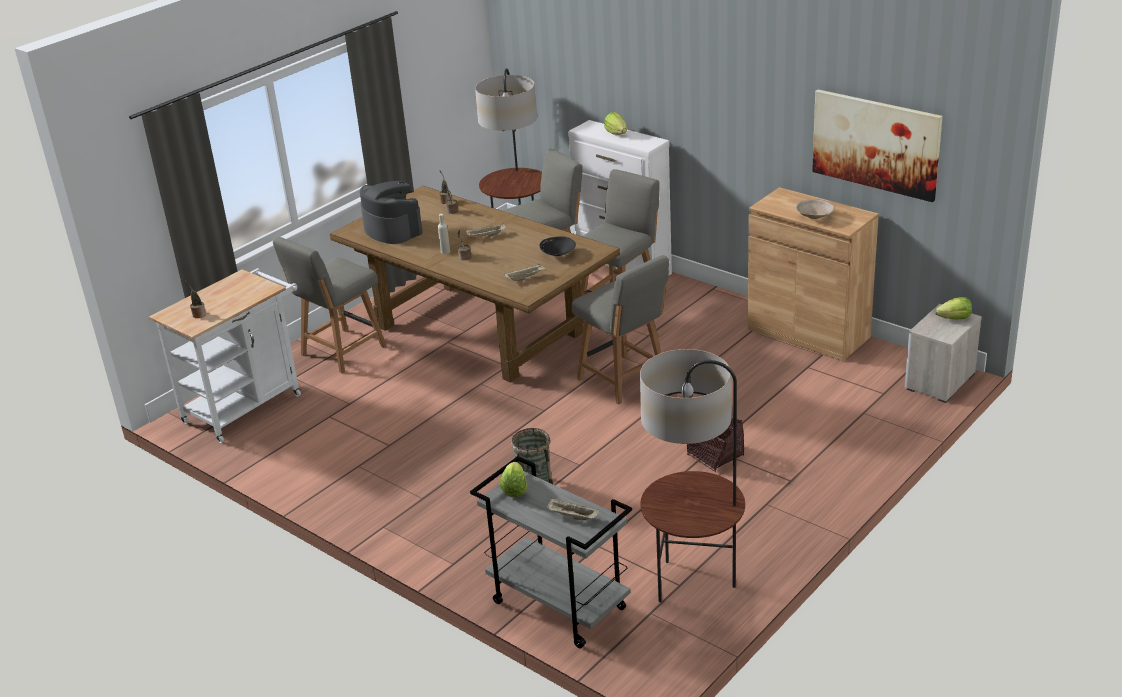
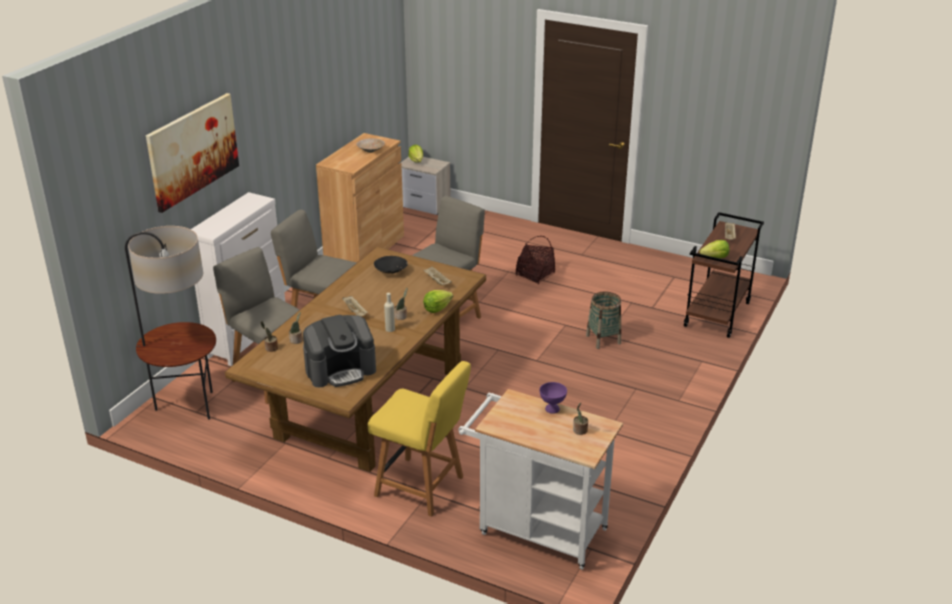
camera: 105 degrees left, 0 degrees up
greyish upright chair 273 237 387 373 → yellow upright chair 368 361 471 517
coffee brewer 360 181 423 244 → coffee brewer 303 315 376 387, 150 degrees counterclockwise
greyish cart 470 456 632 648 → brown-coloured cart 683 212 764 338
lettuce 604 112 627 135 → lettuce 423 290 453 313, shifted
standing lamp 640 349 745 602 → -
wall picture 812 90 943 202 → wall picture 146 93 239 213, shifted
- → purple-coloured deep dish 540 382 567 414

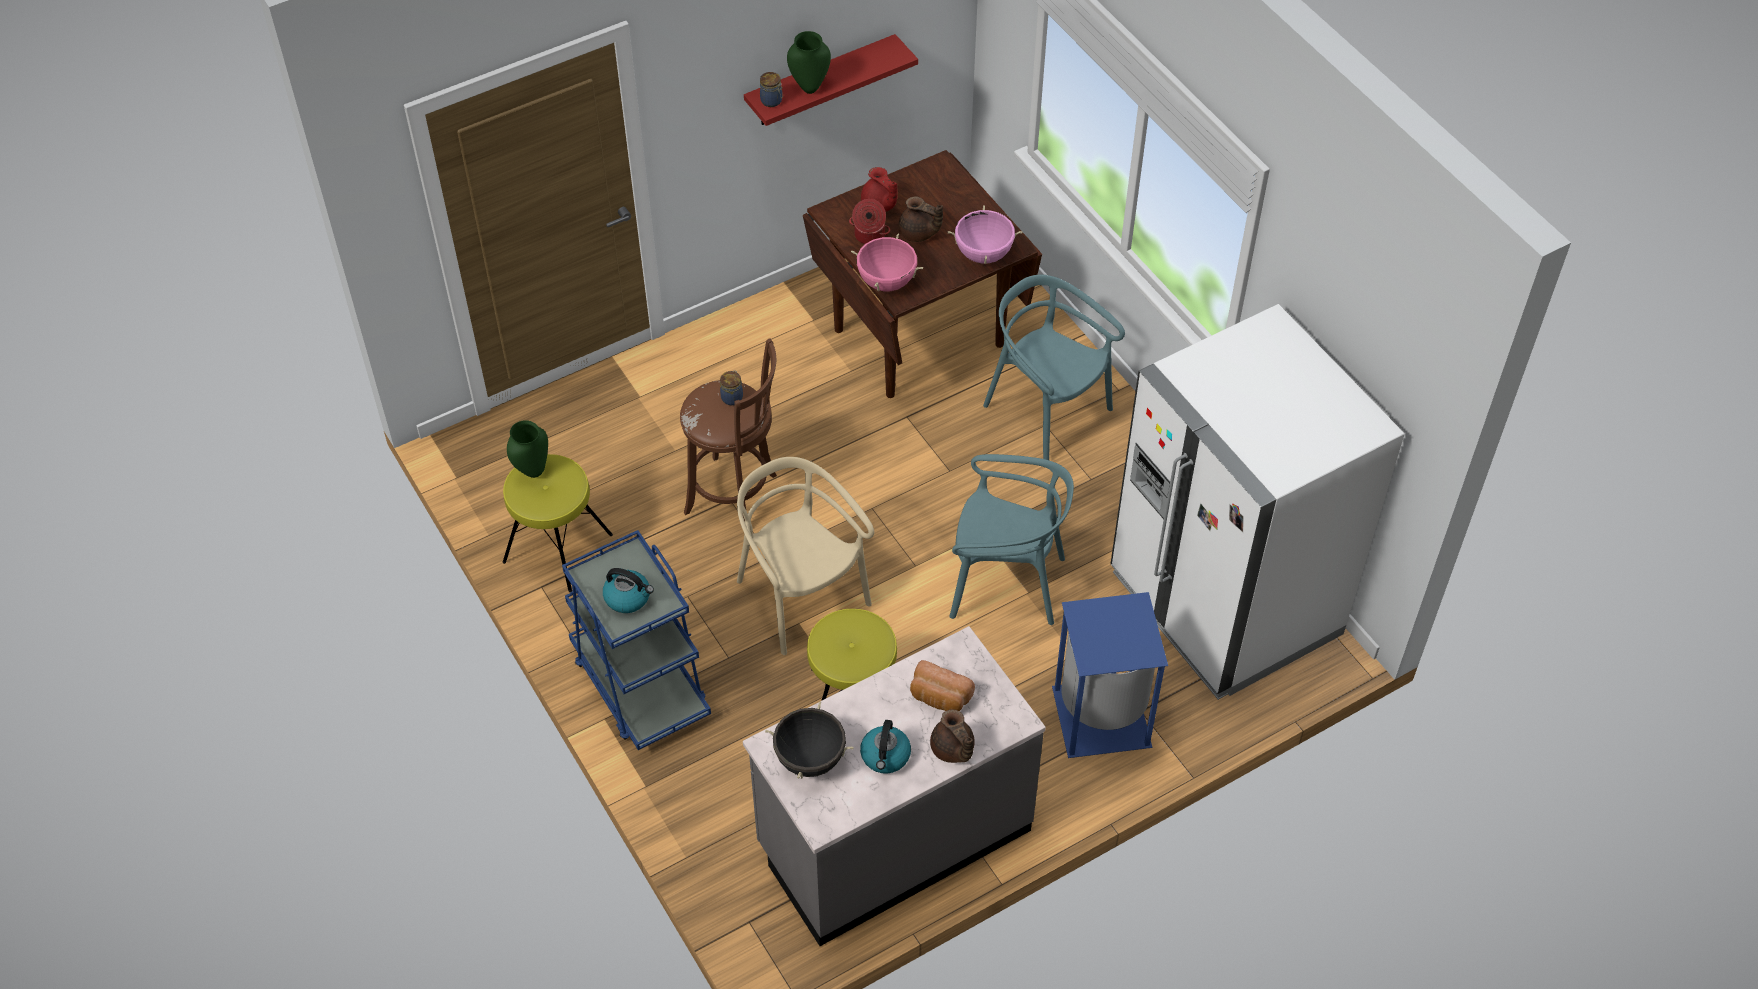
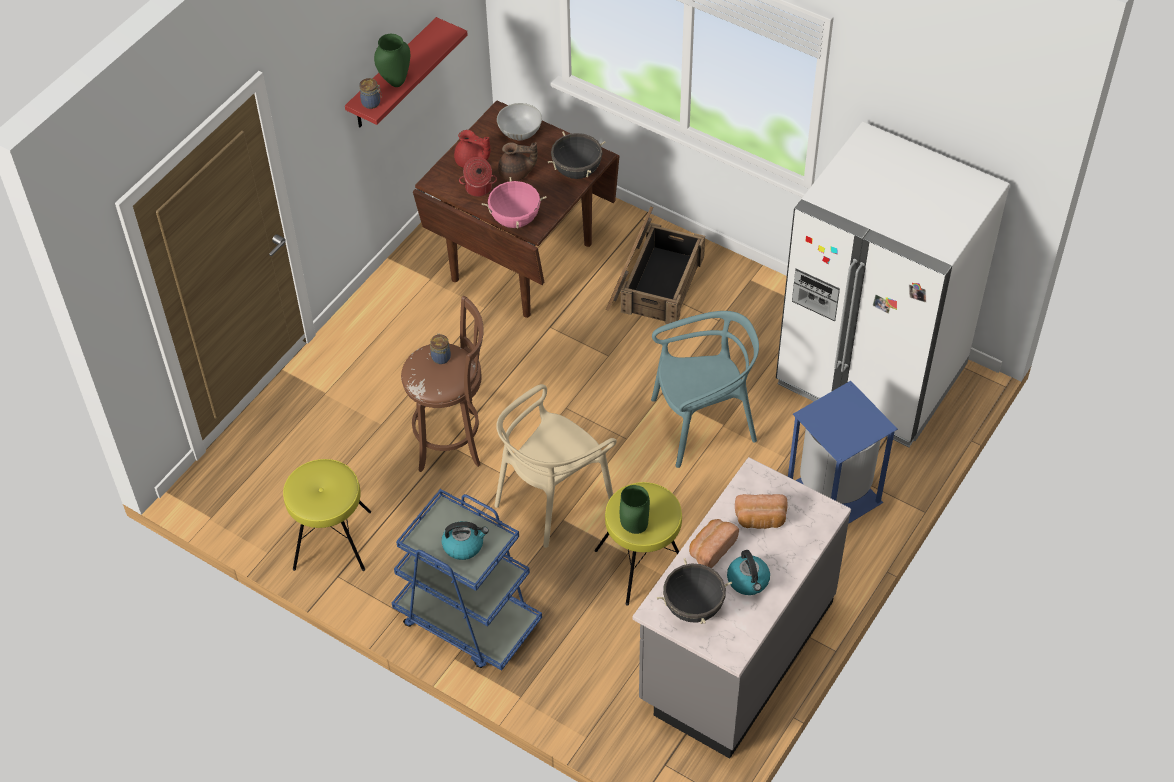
camera: 25 degrees left, 0 degrees up
greenish decorative vase 507 420 548 478 → greenish decorative vase 620 485 650 534, shifted
sand-coloured upright chair 737 457 874 655 → sand-coloured upright chair 494 384 617 548, 75 degrees counterclockwise
brown-coloured pot for tea 930 709 975 763 → -
pink stockpot 948 205 1022 264 → black-coloured stockpot 548 132 606 179
blue-green upright chair 983 275 1125 460 → crate 606 207 705 324
- → whitish deep dish 497 103 542 140
- → bread 689 519 739 568

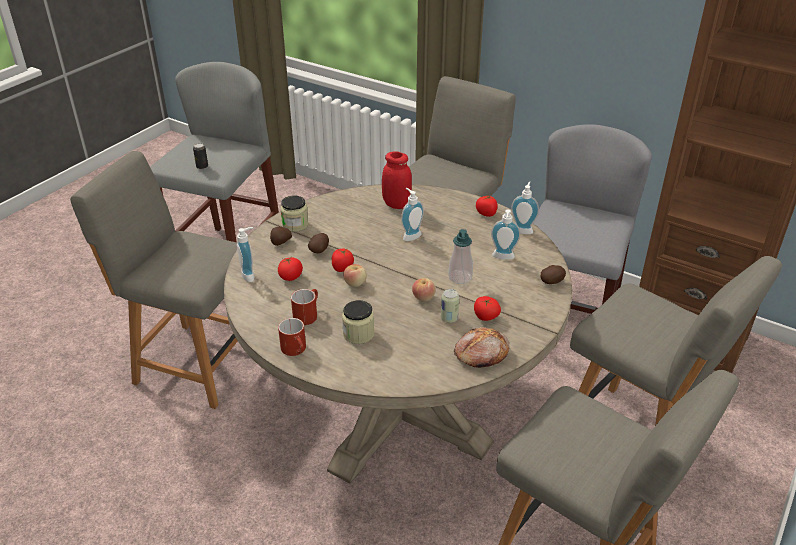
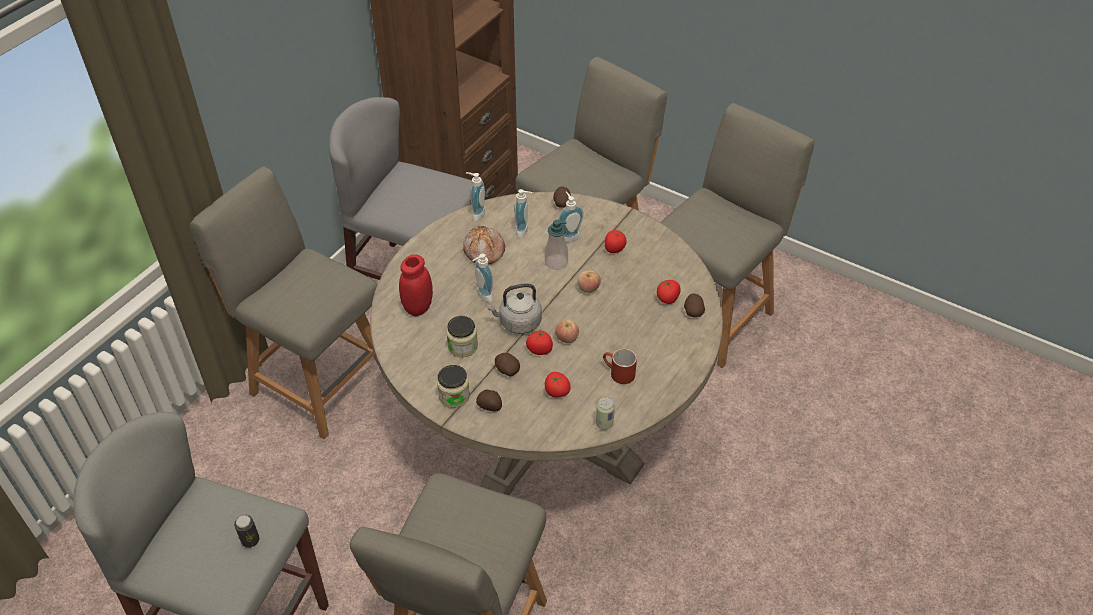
camera: 90 degrees left, 10 degrees up
liquid soap bottle 237 227 255 282 → liquid soap bottle 558 191 584 243, shifted
reddish mug 278 318 306 356 → -
preserve jar 342 300 374 344 → preserve jar 446 316 478 358, shifted
sealed can 441 289 459 323 → sealed can 596 397 615 430, shifted
bread 454 327 509 368 → bread 463 226 505 265, shifted
tomato 476 195 498 217 → tomato 657 279 681 304, shifted
- → greyish kettle 486 283 542 334
- → potato 684 293 705 317

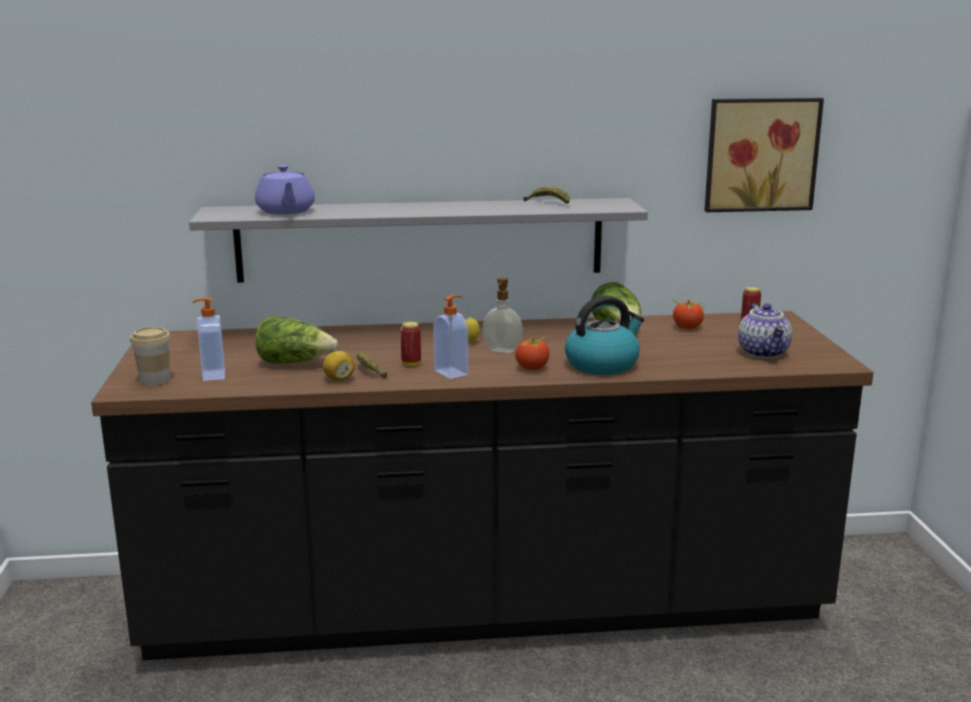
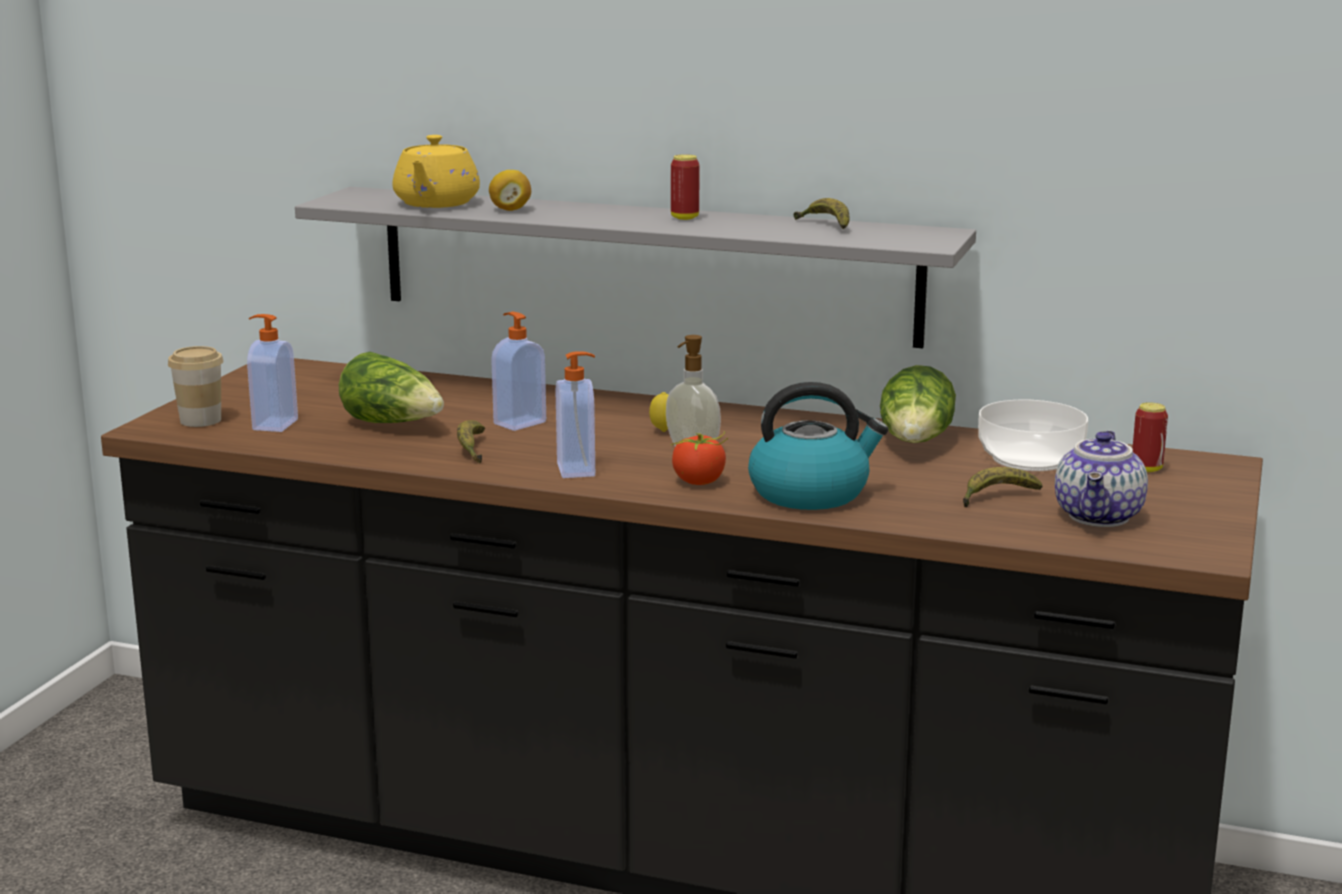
camera: 25 degrees right, 0 degrees up
purple-coloured pot for tea 255 165 315 215 → yellow pot for tea 393 135 480 208
whole lemon 323 351 355 381 → whole lemon 489 170 531 211, shifted
sealed can 401 322 421 366 → sealed can 671 154 700 220, shifted
tomato 672 299 705 329 → deep dish 978 400 1088 471
wall picture 705 98 824 212 → -
- → liquid soap bottle 491 312 546 431
- → banana fruit 963 467 1042 507

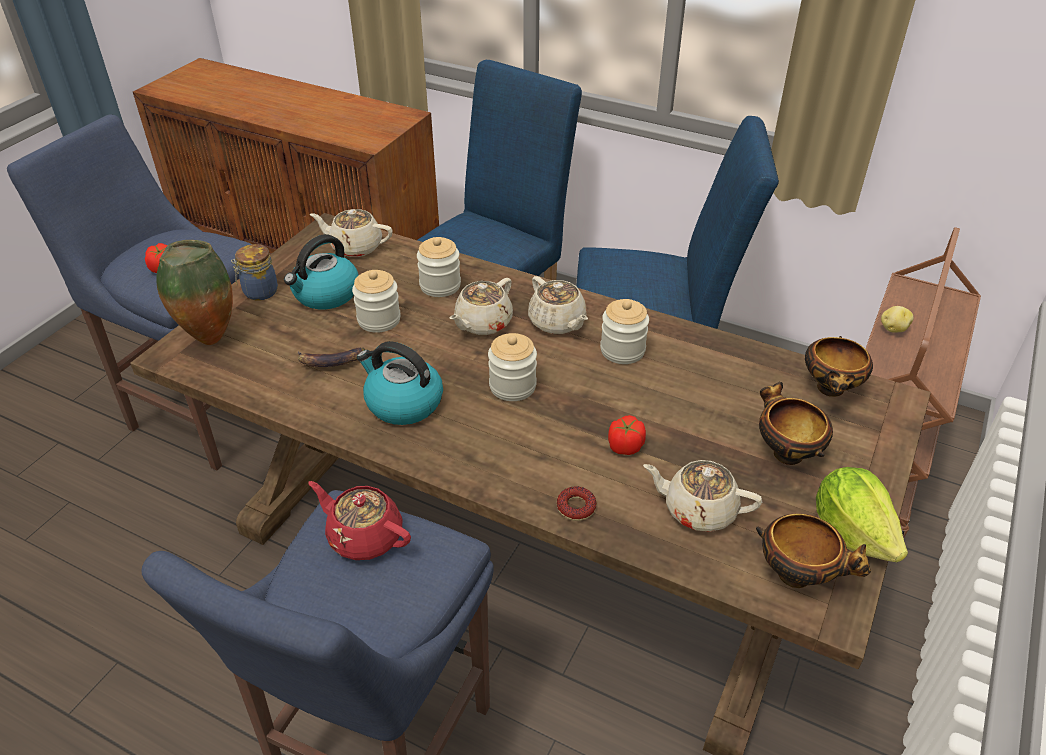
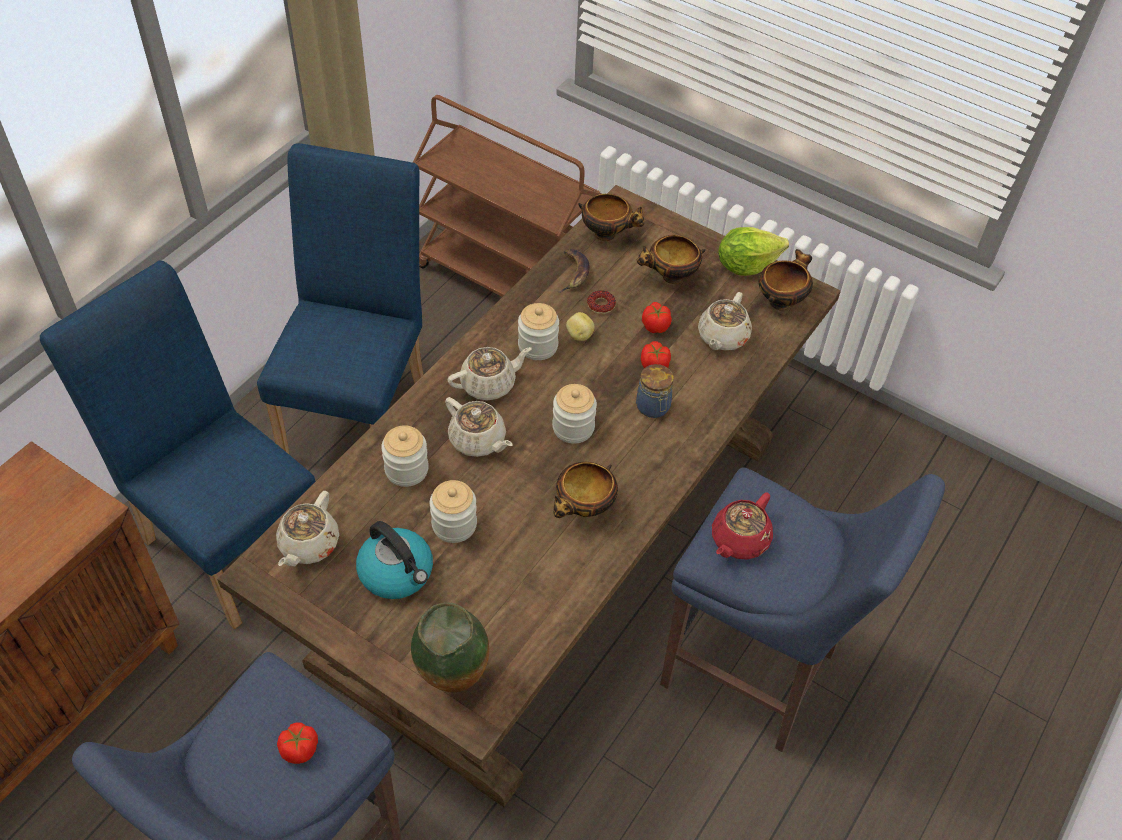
camera: 85 degrees left, 10 degrees up
preserve jar 231 244 278 300 → preserve jar 636 364 674 418, shifted
banana fruit 298 348 365 367 → banana fruit 559 249 590 293, shifted
kettle 357 341 443 425 → deep dish 553 462 618 518
doughnut 557 486 596 521 → doughnut 587 290 616 314, shifted
potato 881 306 913 333 → potato 566 312 595 341, shifted
- → tomato 642 302 672 333

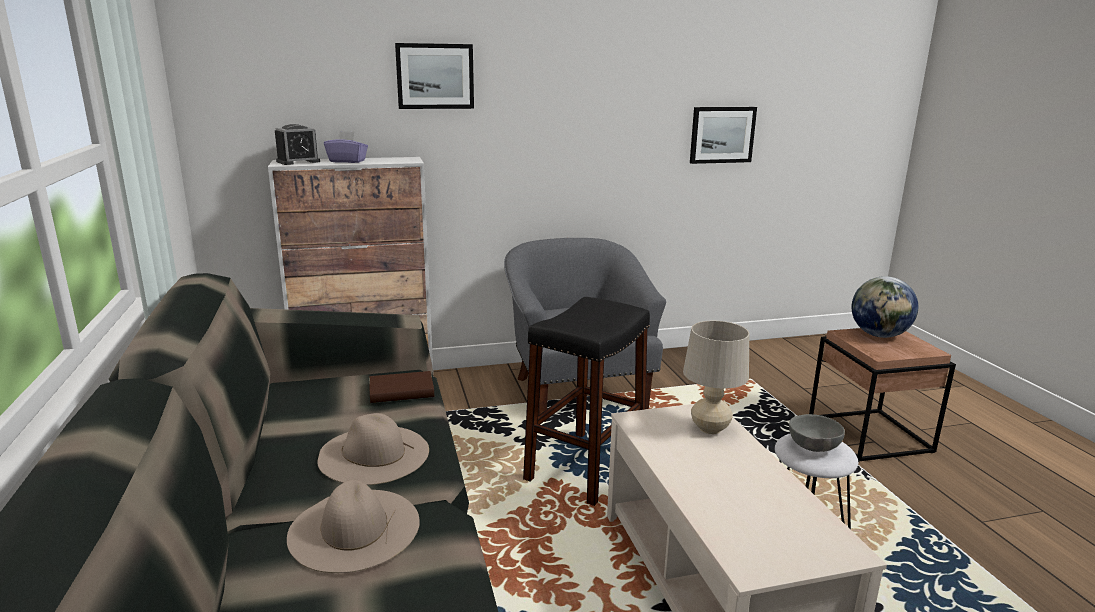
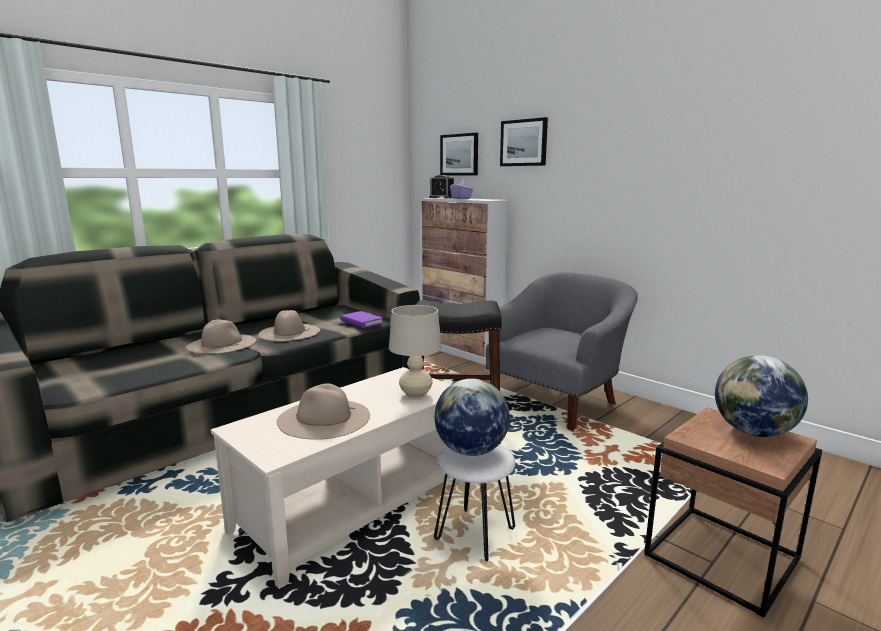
camera: 60 degrees right, 5 degrees down
brown-coloured book 369 371 434 403 → purple-coloured book 341 311 384 328
wall picture 690 107 757 164 → wall picture 440 133 478 175, shifted
greyish deep dish 789 414 845 452 → desk globe 434 378 510 456
- → sand-coloured hat 277 383 370 440

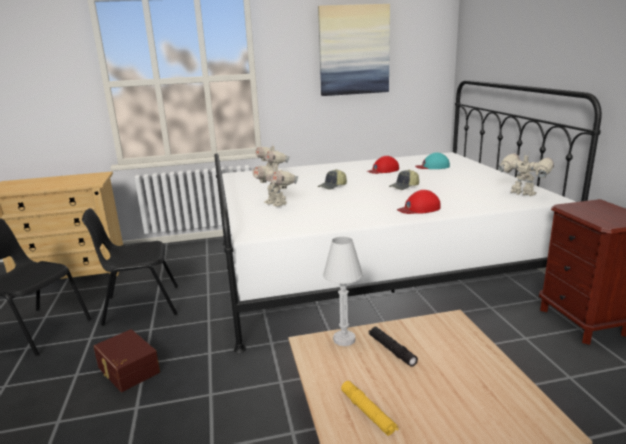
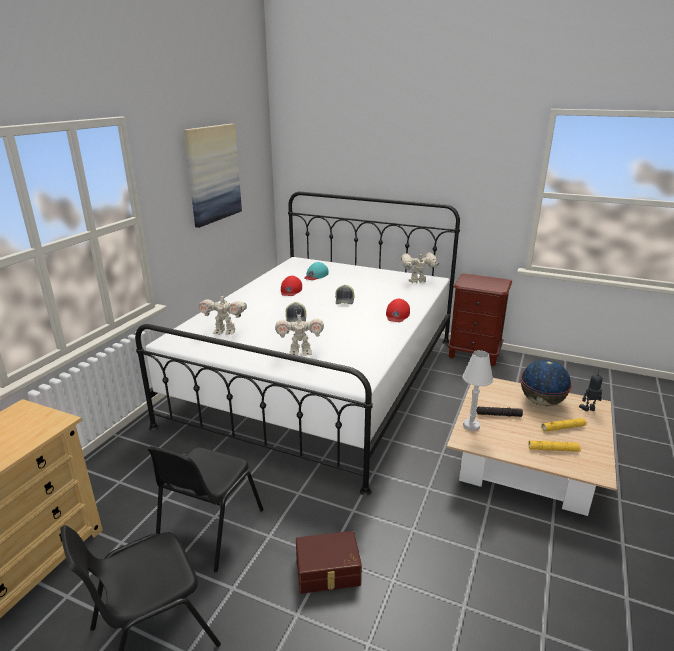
camera: 55 degrees left, 5 degrees up
- → desk globe 520 360 572 406
- → yellow flashlight 541 418 587 432
- → model robot 579 371 603 411

